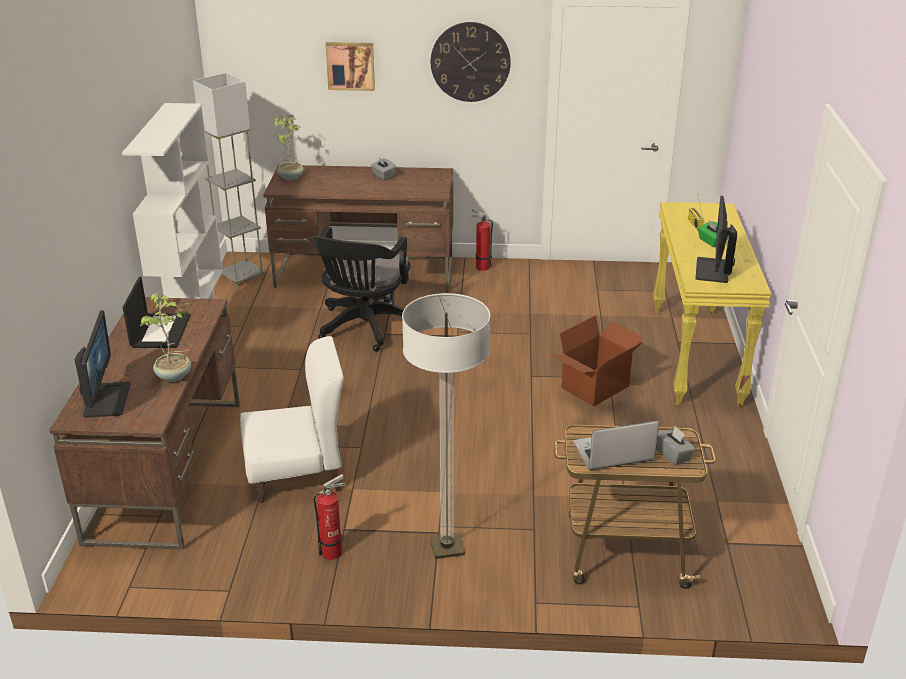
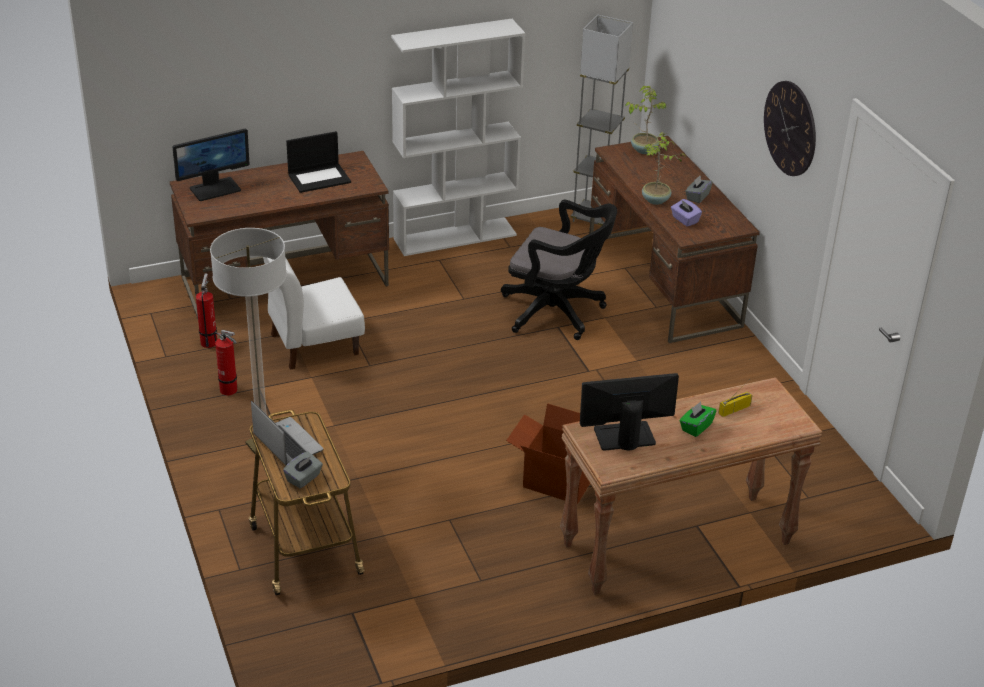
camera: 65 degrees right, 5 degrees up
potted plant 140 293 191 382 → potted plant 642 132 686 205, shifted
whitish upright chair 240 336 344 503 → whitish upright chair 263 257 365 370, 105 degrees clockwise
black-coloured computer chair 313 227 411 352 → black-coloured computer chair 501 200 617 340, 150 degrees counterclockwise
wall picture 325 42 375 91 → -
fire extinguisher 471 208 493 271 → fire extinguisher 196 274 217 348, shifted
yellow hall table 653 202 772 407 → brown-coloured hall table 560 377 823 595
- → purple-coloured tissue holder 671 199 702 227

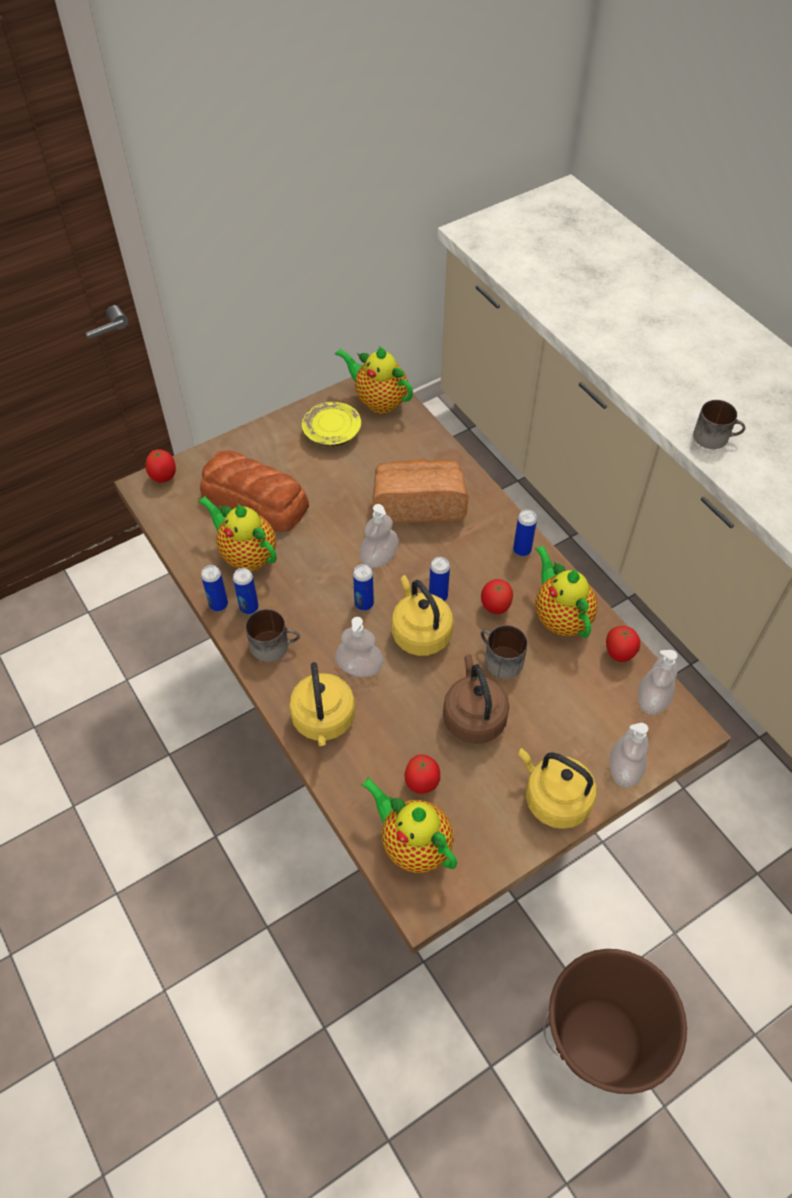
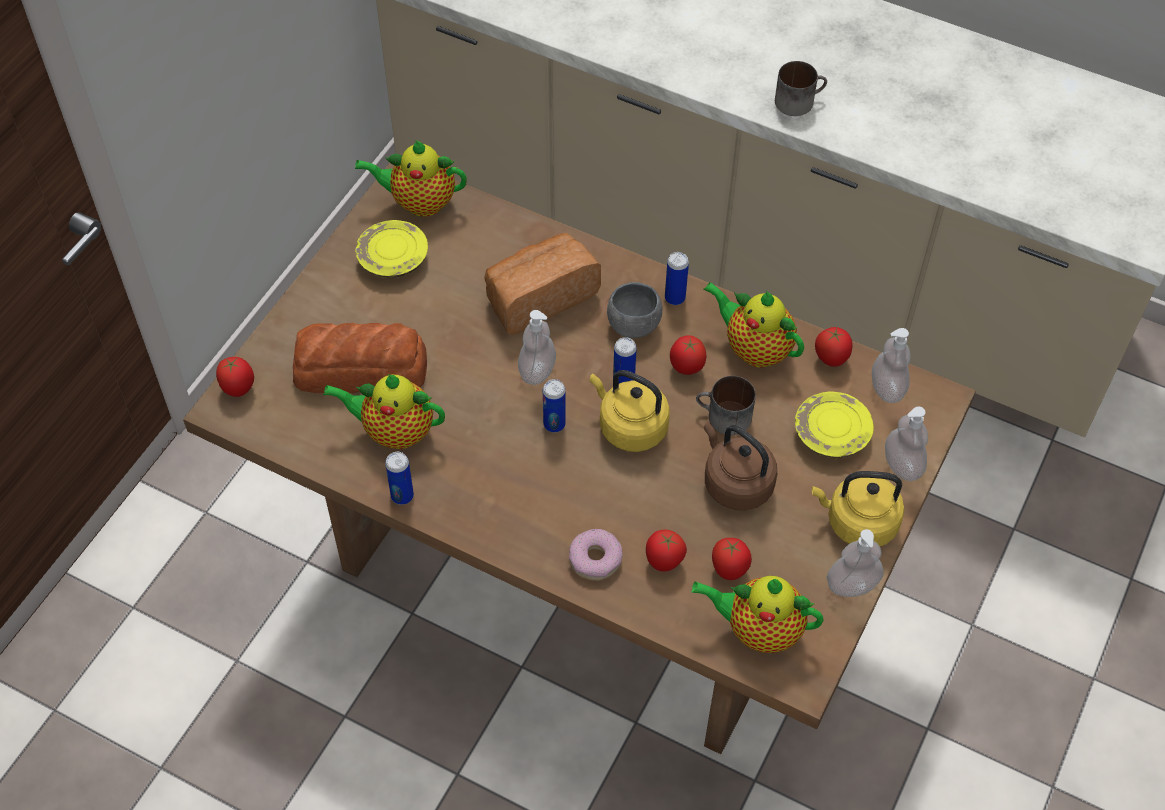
camera: 30 degrees left, 0 degrees up
sealed can 233 568 259 614 → -
mug 246 609 300 662 → -
yellow kettle 289 662 355 746 → doughnut 569 529 623 581
liquid soap bottle 335 617 384 677 → liquid soap bottle 827 529 884 597, shifted
brown-coloured bucket 543 949 687 1094 → -
- → greyish deep dish 607 282 663 338
- → tomato 646 530 687 572
- → yellow plate 795 392 874 458

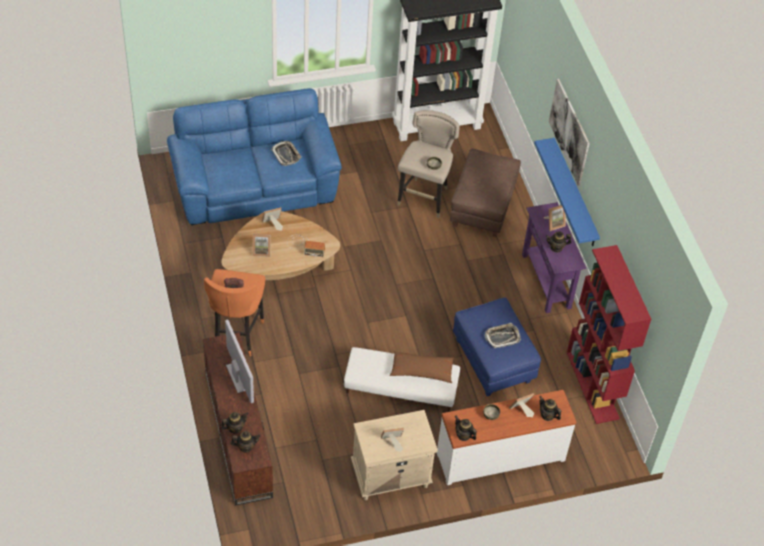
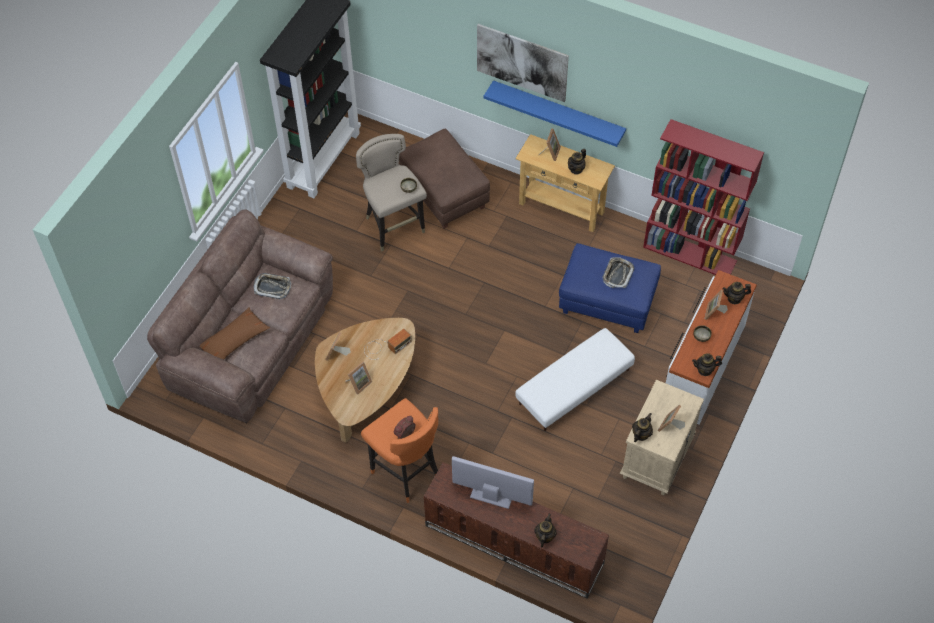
camera: 45 degrees left, 5 degrees up
blue settee 167 88 342 225 → brown-coloured settee 147 209 333 423
pot for tea 231 431 260 453 → pot for tea 632 413 653 442, shifted
brown-coloured cushion 390 351 454 383 → brown-coloured cushion 200 307 270 359, shifted
purple-coloured hall table 522 202 586 313 → sand-coloured hall table 515 134 615 232

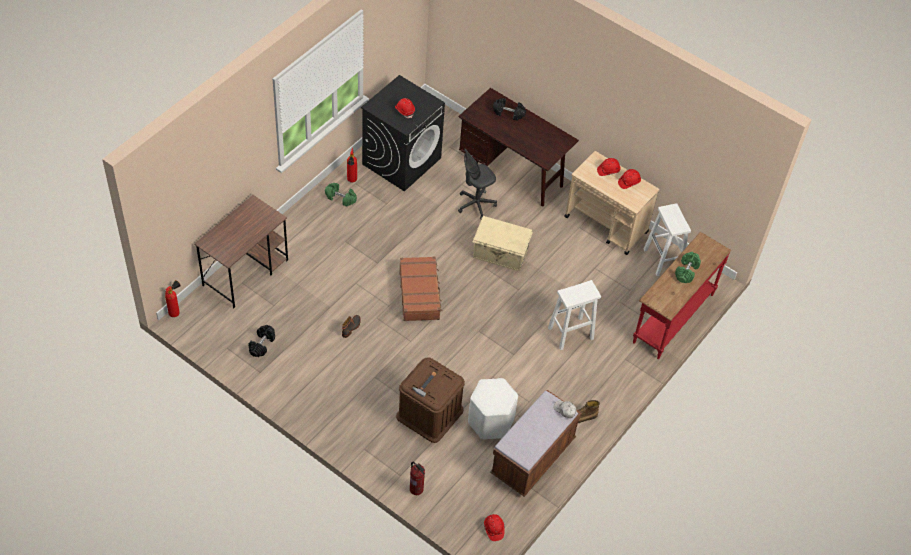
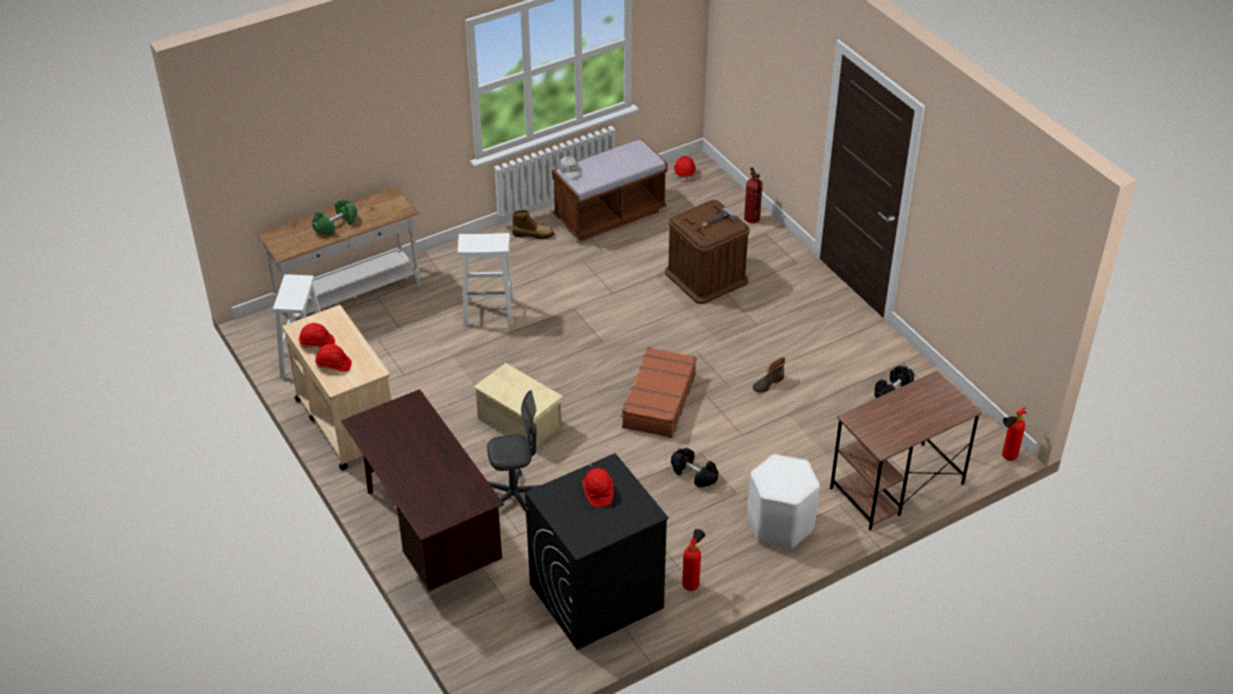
camera: 155 degrees left, 10 degrees down
greenish hand weight 325 183 357 207 → -
whitish sitting stool 468 378 518 439 → whitish sitting stool 747 454 820 549, shifted
black-coloured hand weight 493 98 526 121 → black-coloured hand weight 671 448 718 488, shifted
reddish hall table 633 232 732 359 → whitish hall table 258 187 421 322

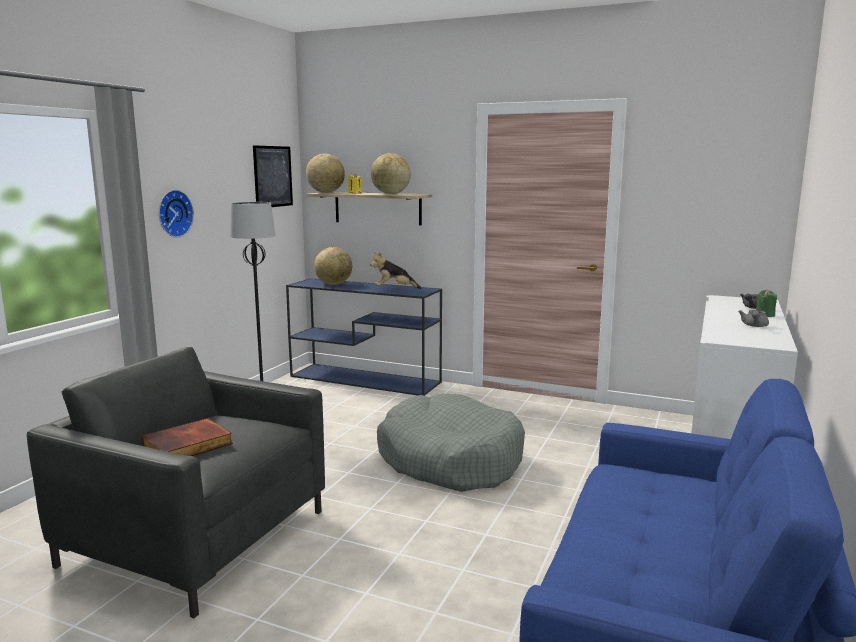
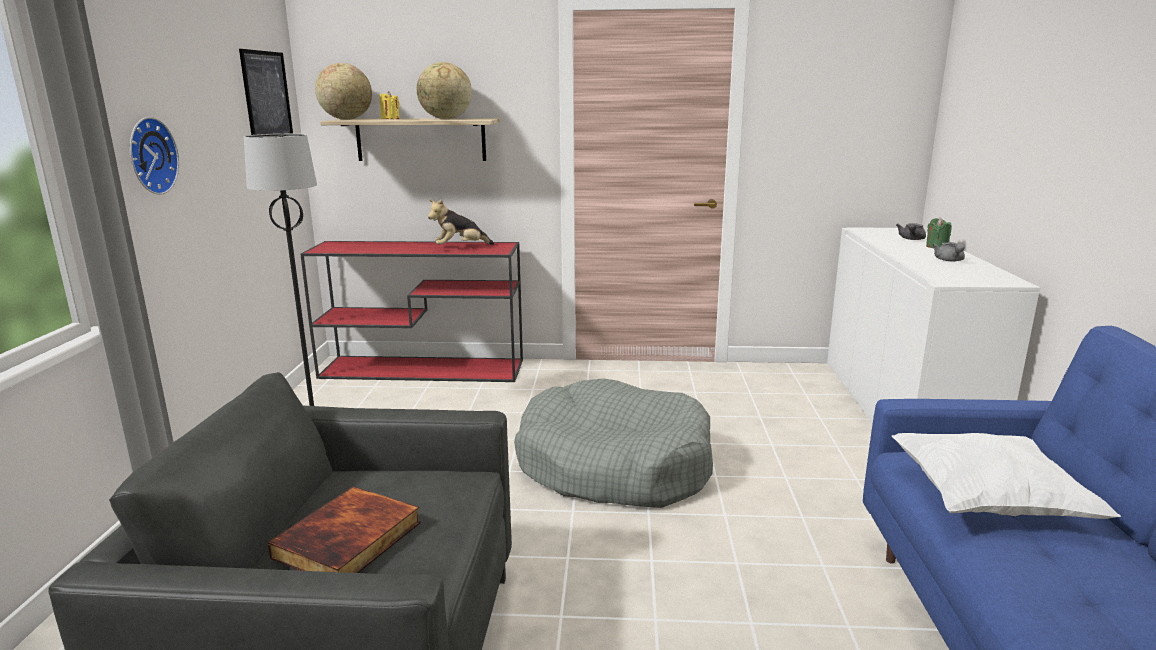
camera: 20 degrees left, 5 degrees up
blue hall table 286 278 442 396 → reddish hall table 300 241 523 382
desk globe 314 247 352 285 → -
- → whitish cushion 892 433 1121 519

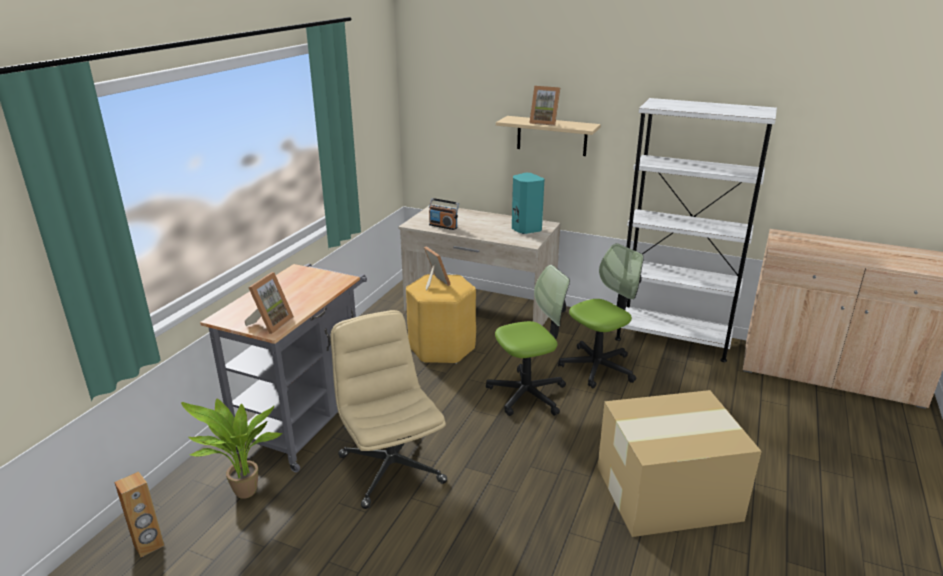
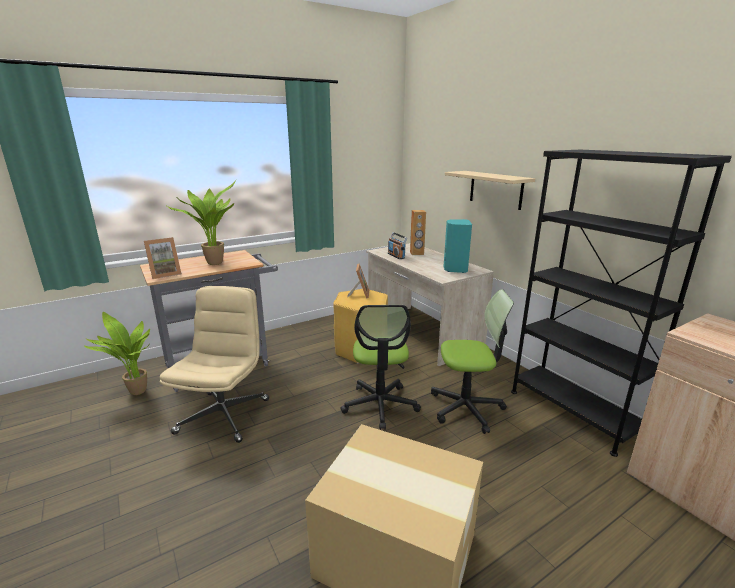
camera: 35 degrees right, 5 degrees down
brown-coloured audio speaker 114 471 164 557 → brown-coloured audio speaker 410 210 426 255, shifted
computer chair 486 265 570 416 → computer chair 341 305 421 430, 75 degrees clockwise
picture frame 529 86 560 126 → -
whitish shelving unit 615 98 777 362 → black-coloured shelving unit 511 150 732 457
- → potted plant 167 180 236 265

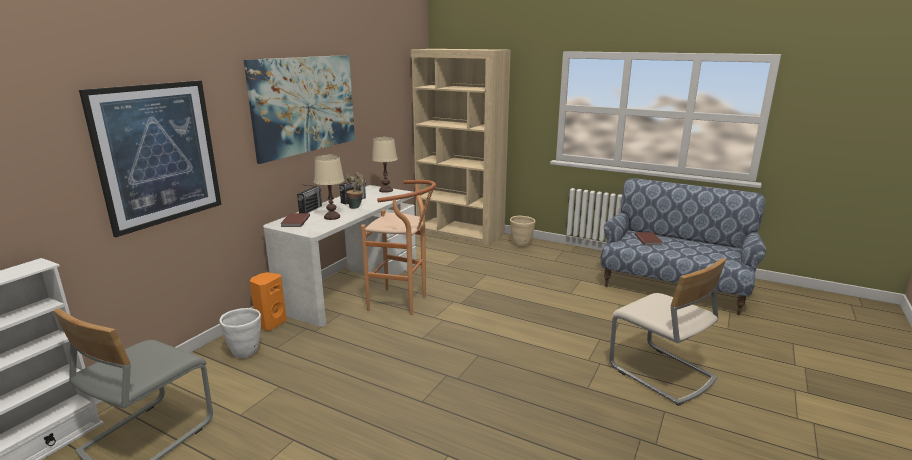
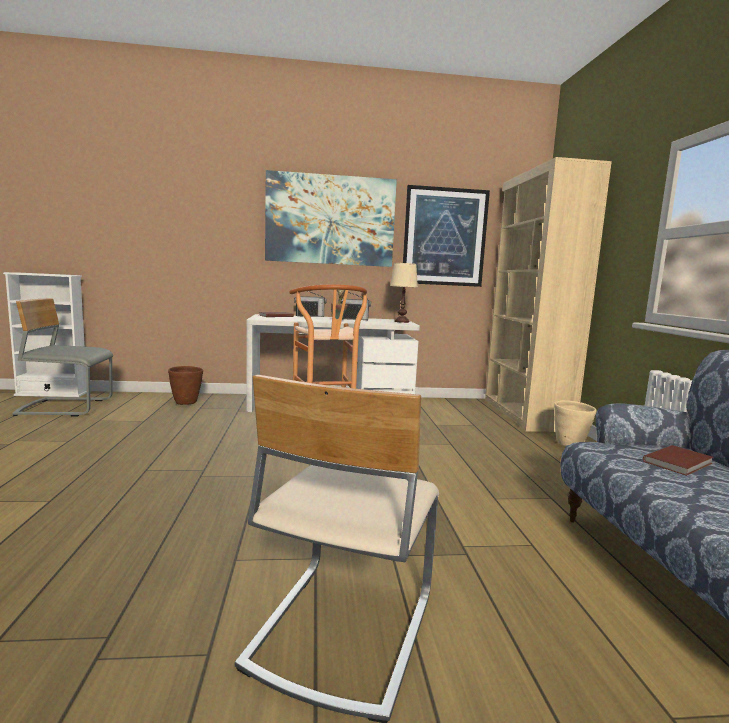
camera: 55 degrees right, 10 degrees down
wall picture 79 80 221 237 → wall picture 403 185 490 287, shifted
whitish plant pot 219 308 261 358 → brown-coloured plant pot 168 366 203 405
orangey audio speaker 250 272 287 331 → -
sand-coloured table lamp 314 155 345 220 → -

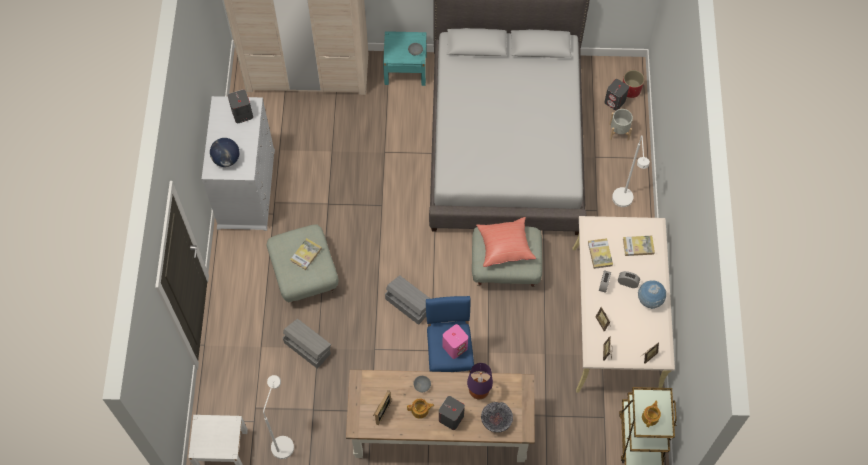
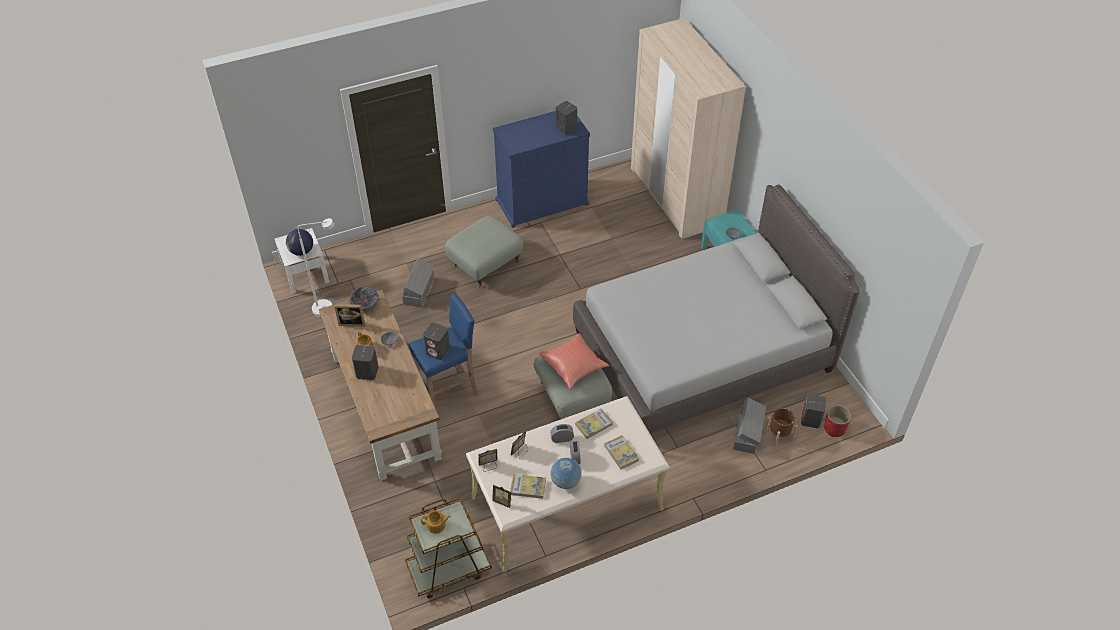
camera: 65 degrees right, 15 degrees down
whitish chest of drawers 202 96 275 231 → blue chest of drawers 493 111 590 228
desk globe 210 138 239 167 → desk globe 286 229 313 256, shifted
book 290 238 322 270 → book 510 474 546 499, shifted
greyish storage box 385 275 430 325 → greyish storage box 733 397 766 454, shifted
pink audio speaker 442 324 468 359 → greyish audio speaker 423 323 450 360
purple-coloured table lamp 467 363 493 399 → -
deep dish 481 402 513 432 → deep dish 349 286 379 311, shifted
greyish plant pot 609 109 633 140 → brown-coloured plant pot 764 408 797 447
whitish standing lamp 612 135 650 207 → -

